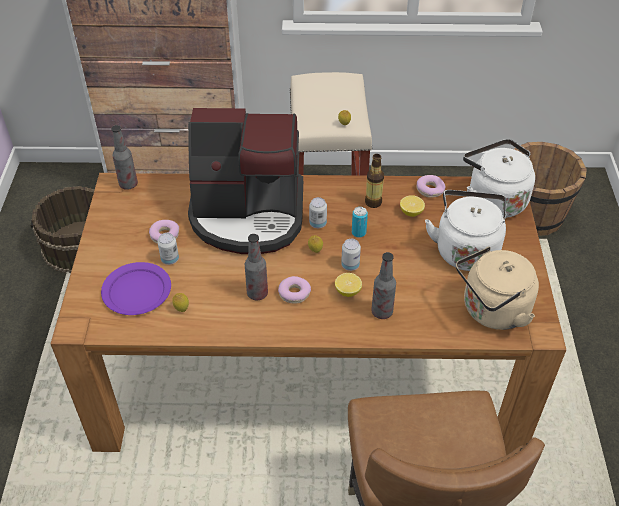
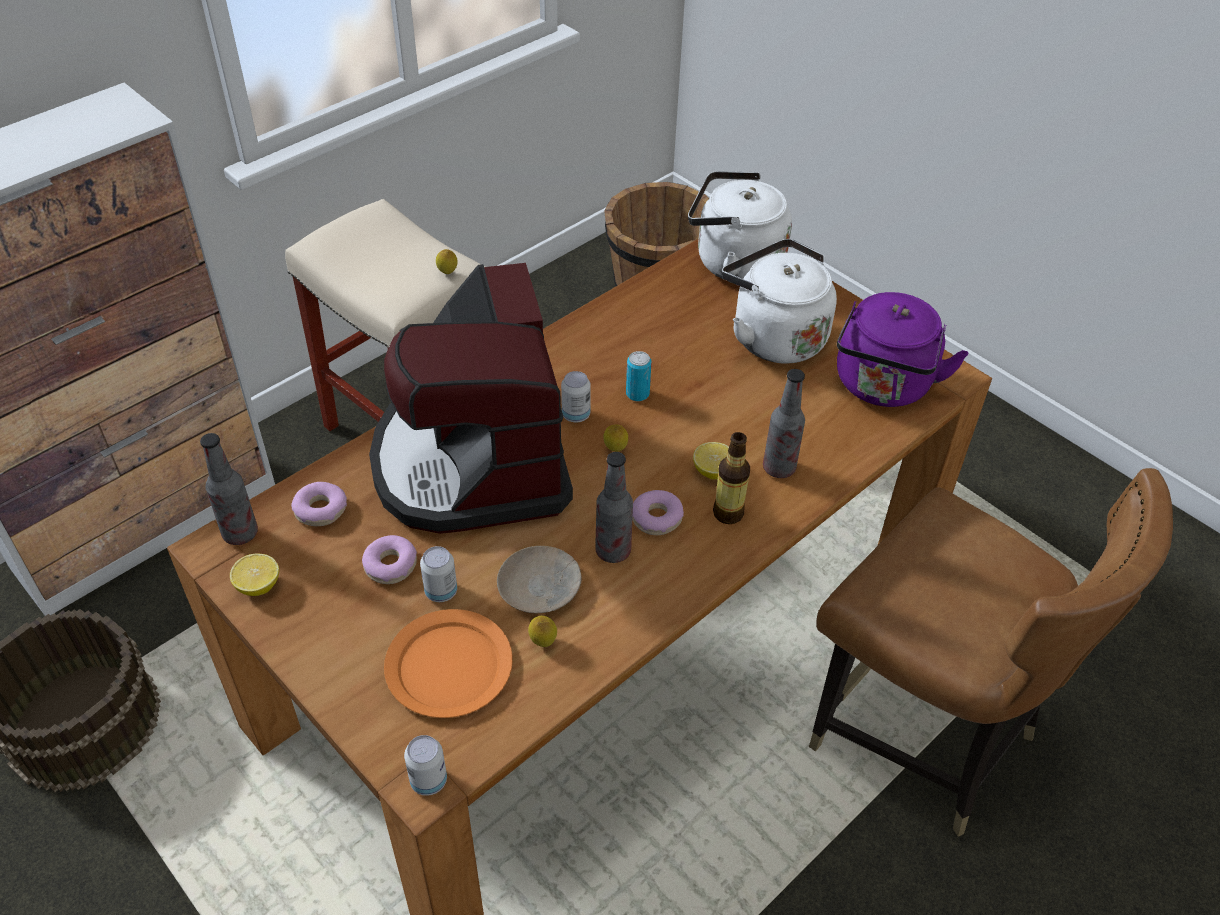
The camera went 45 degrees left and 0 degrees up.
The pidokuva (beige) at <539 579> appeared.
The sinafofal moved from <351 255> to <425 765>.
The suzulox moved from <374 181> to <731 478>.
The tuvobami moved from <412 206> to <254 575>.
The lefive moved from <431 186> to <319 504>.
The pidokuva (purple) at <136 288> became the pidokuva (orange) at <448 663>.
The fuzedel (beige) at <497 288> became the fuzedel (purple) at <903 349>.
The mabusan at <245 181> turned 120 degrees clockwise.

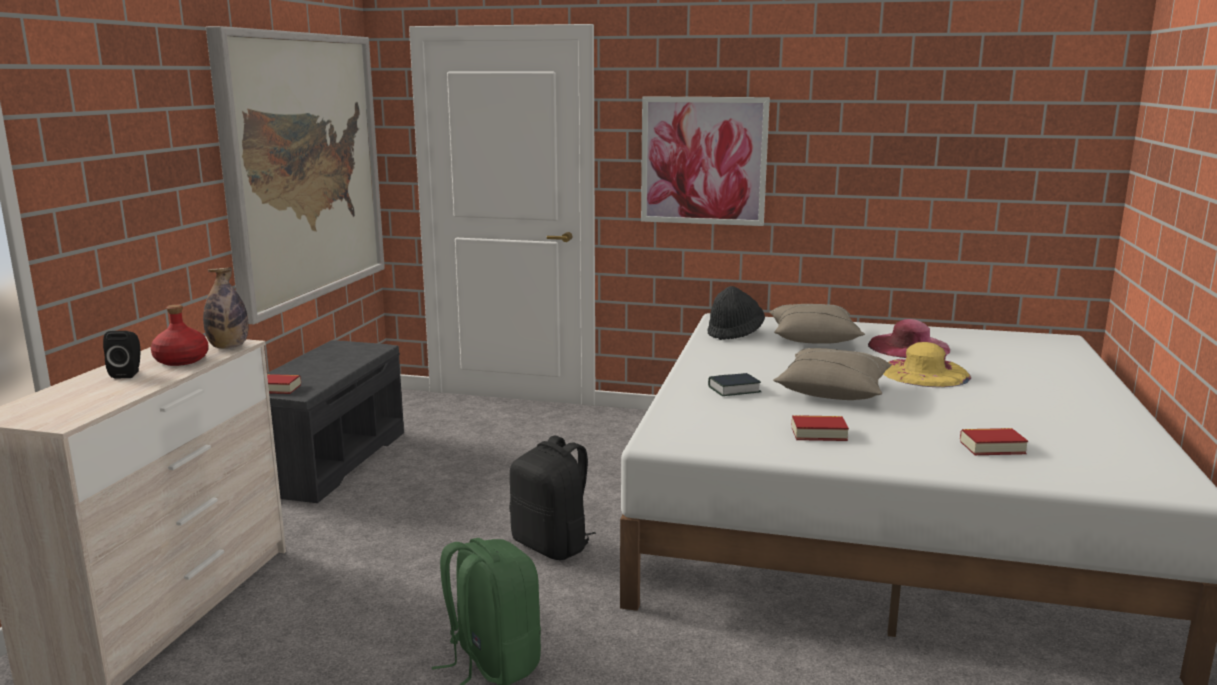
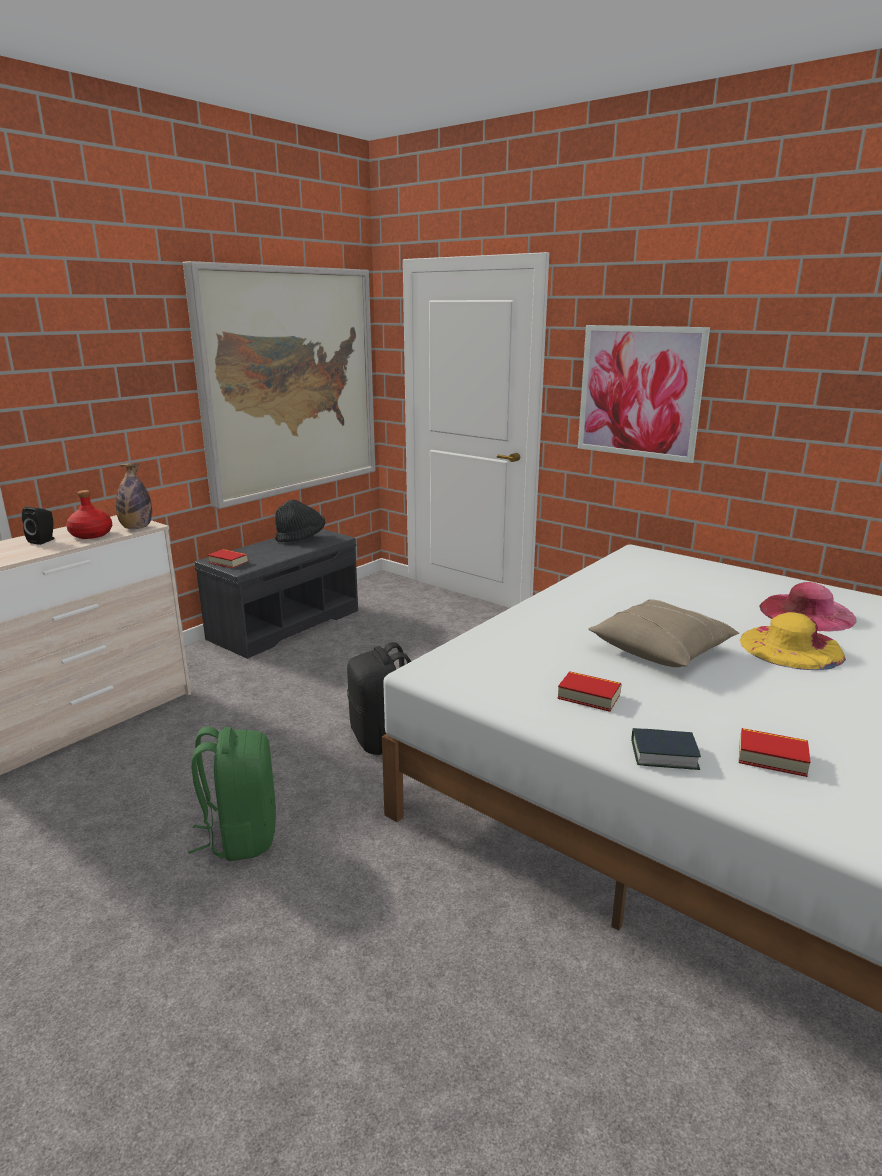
The camera went 25 degrees right and 5 degrees up.
The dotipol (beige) at <817 324> disappeared.
The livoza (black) moved from <736 313> to <300 521>.
The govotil moved from <734 384> to <666 749>.

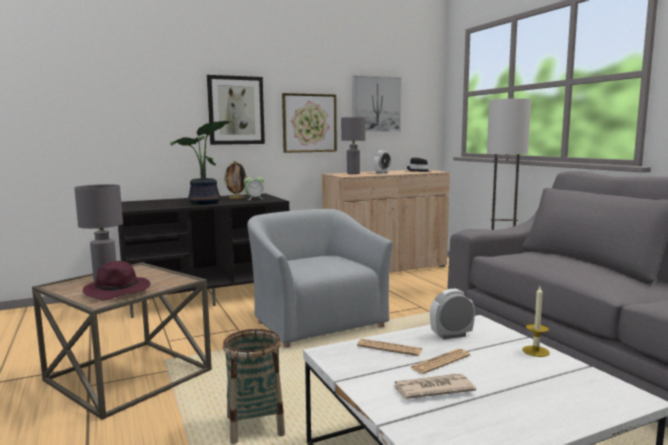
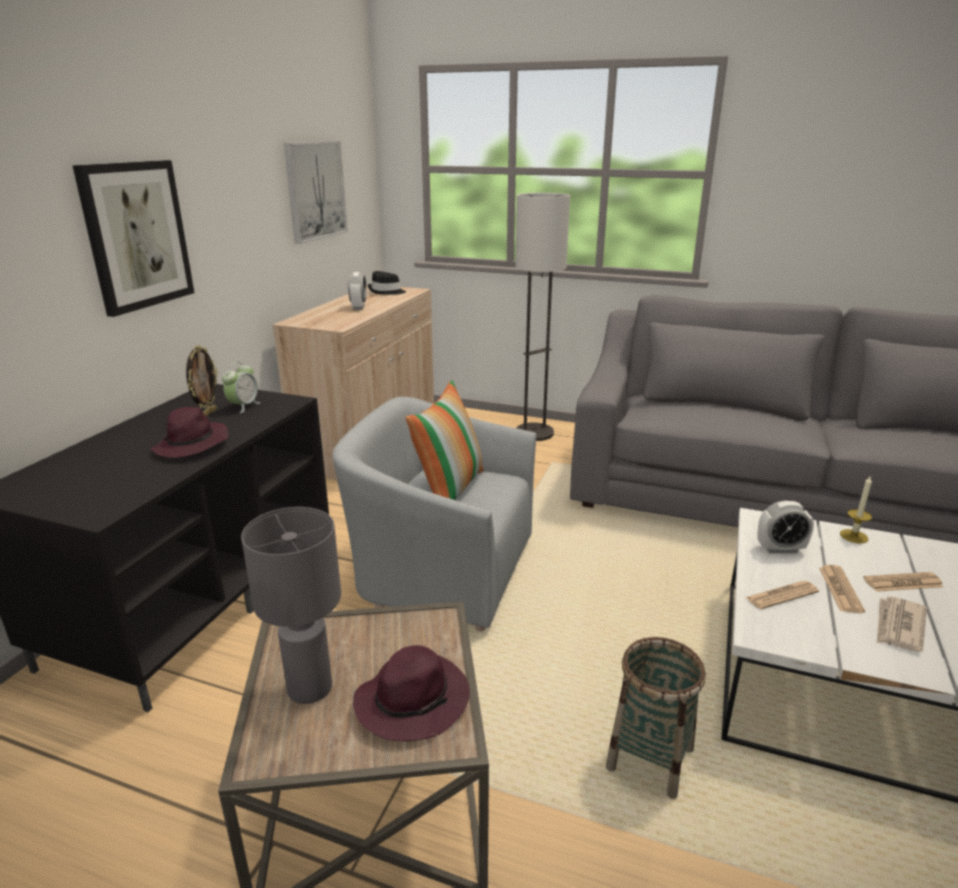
The camera went 45 degrees left and 15 degrees up.
The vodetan at <309 123> disappeared.
The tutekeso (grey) at <353 145> disappeared.
The dotipol at <444 440> appeared.
The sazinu at <903 582> appeared.
The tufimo at <200 163> was replaced by the livoza (purple) at <189 432>.
The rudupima at <452 314> turned 120 degrees counterclockwise.

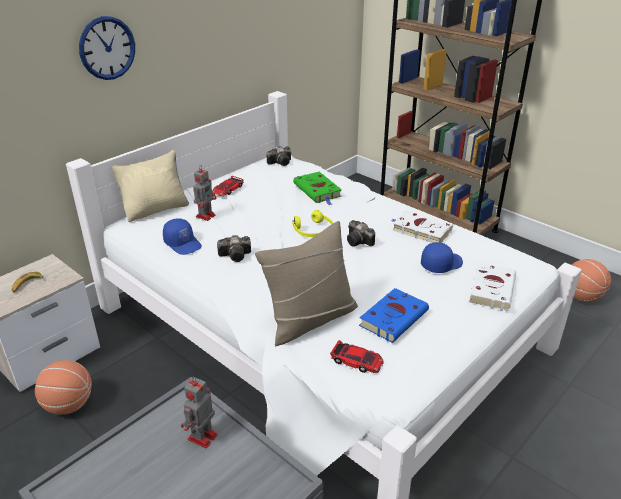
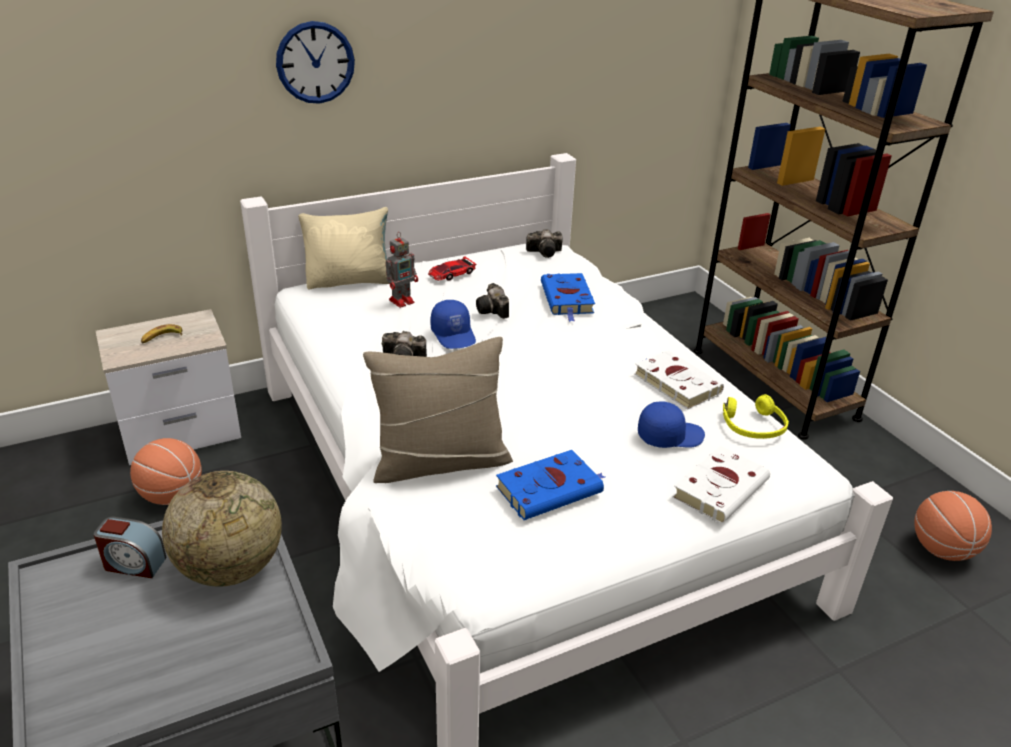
The camera went 20 degrees right and 0 degrees up.
The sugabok at <357 356> disappeared.
The rudupima at <130 547> appeared.
The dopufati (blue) moved from <182 236> to <453 324>.
The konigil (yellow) moved from <313 223> to <756 416>.
The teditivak moved from <361 233> to <492 301>.
The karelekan at <199 412> was replaced by the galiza at <222 529>.
The govotil (green) at <317 188> became the govotil (blue) at <568 297>.

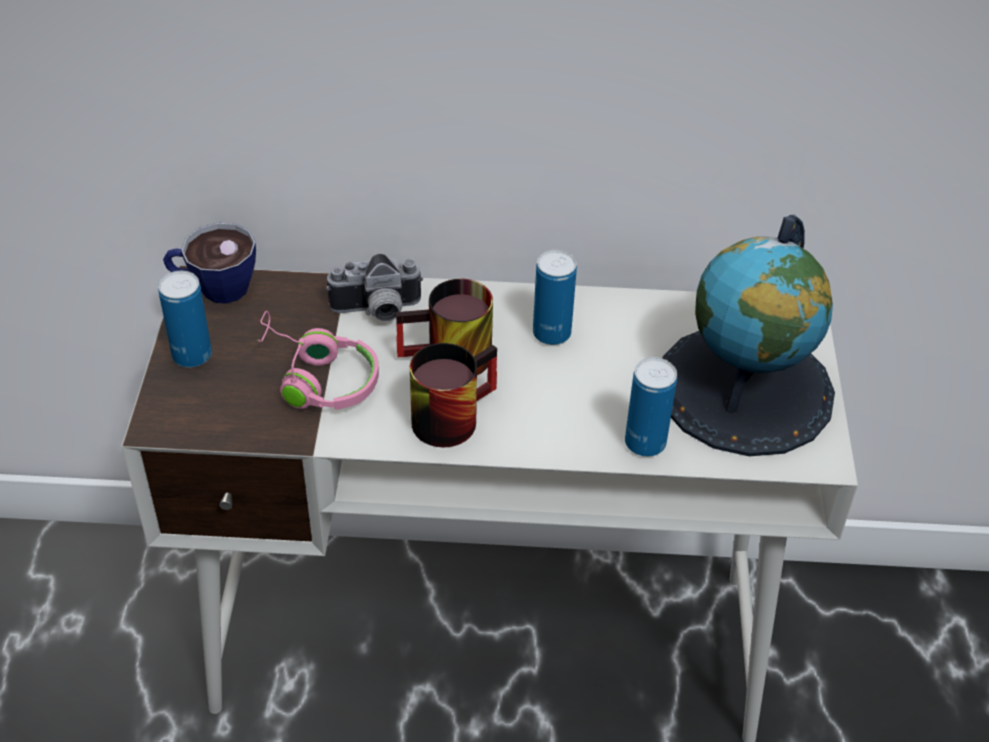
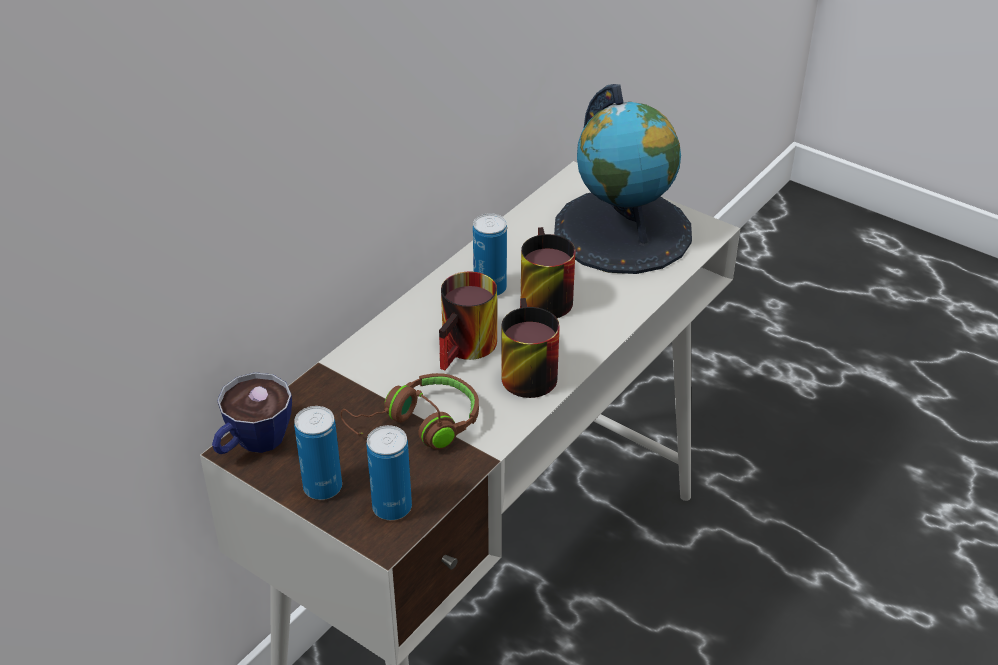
The camera went 55 degrees left and 5 degrees down.
The teditivak at <374 288> disappeared.
The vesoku at <548 272> appeared.
The sinafofal moved from <651 407> to <389 472>.
The konigil (pink) at <317 360> became the konigil (brown) at <409 411>.

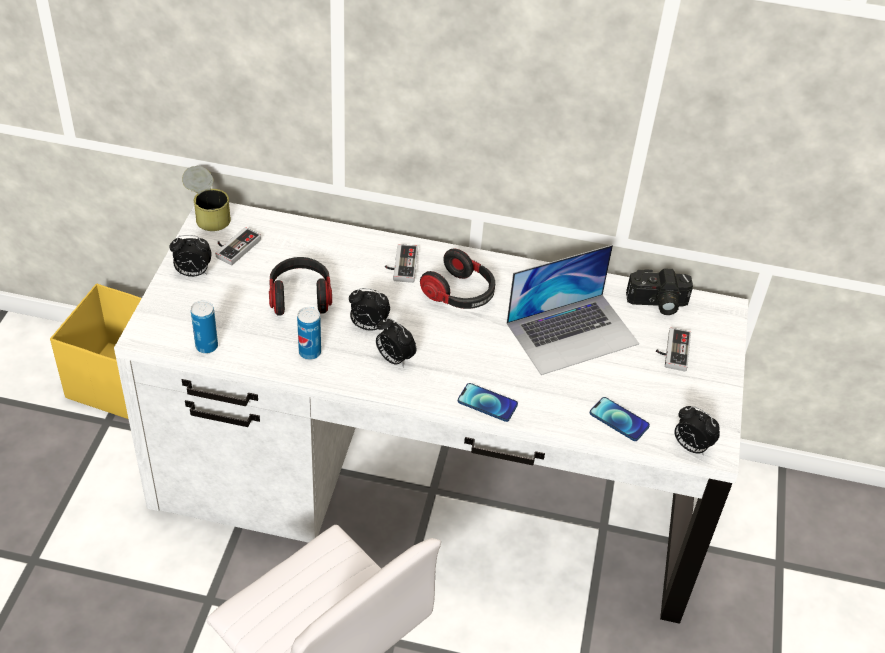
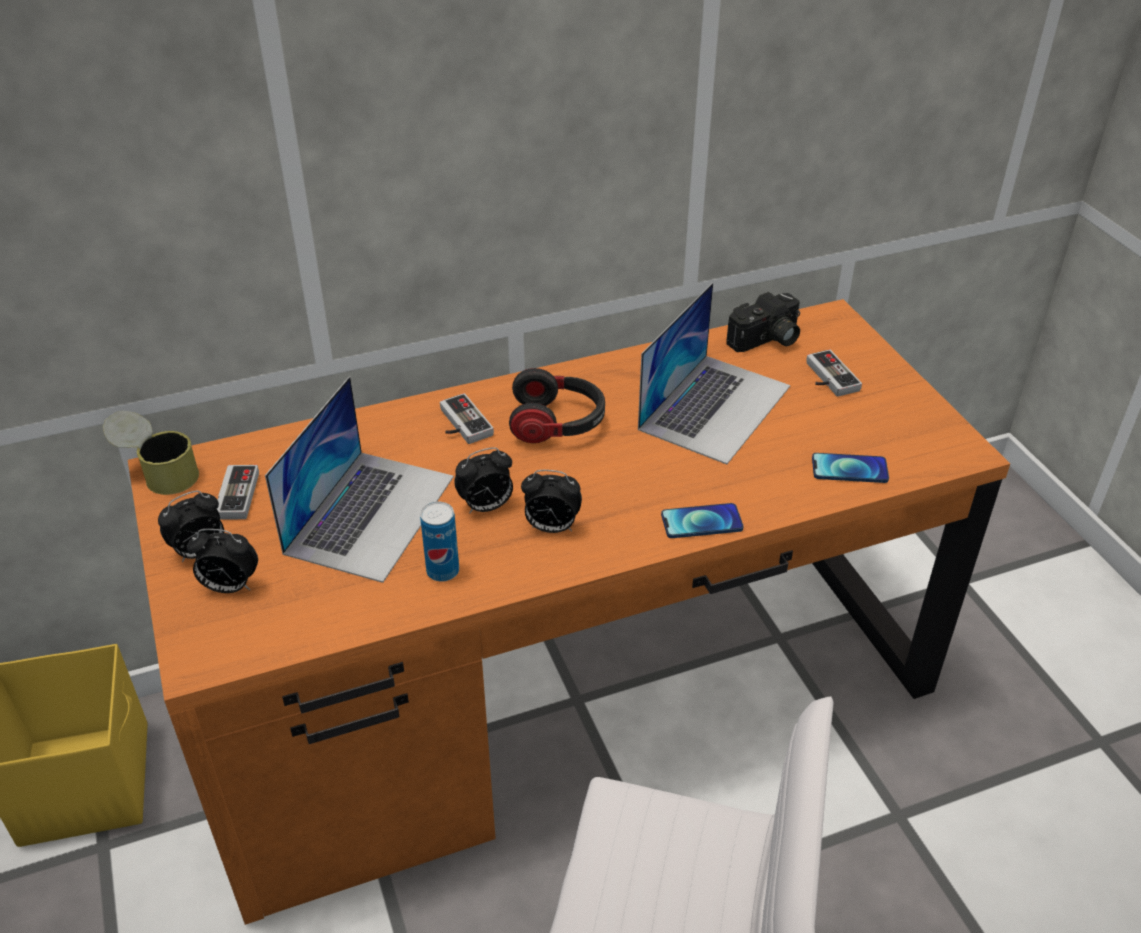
The camera went 30 degrees left and 5 degrees down.
The sinafofal at <204 327> disappeared.
The rudupima moved from <697 431> to <222 561>.
The konigil at <300 286> was replaced by the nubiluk at <359 479>.
The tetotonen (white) at <431 413> became the tetotonen (orange) at <569 612>.

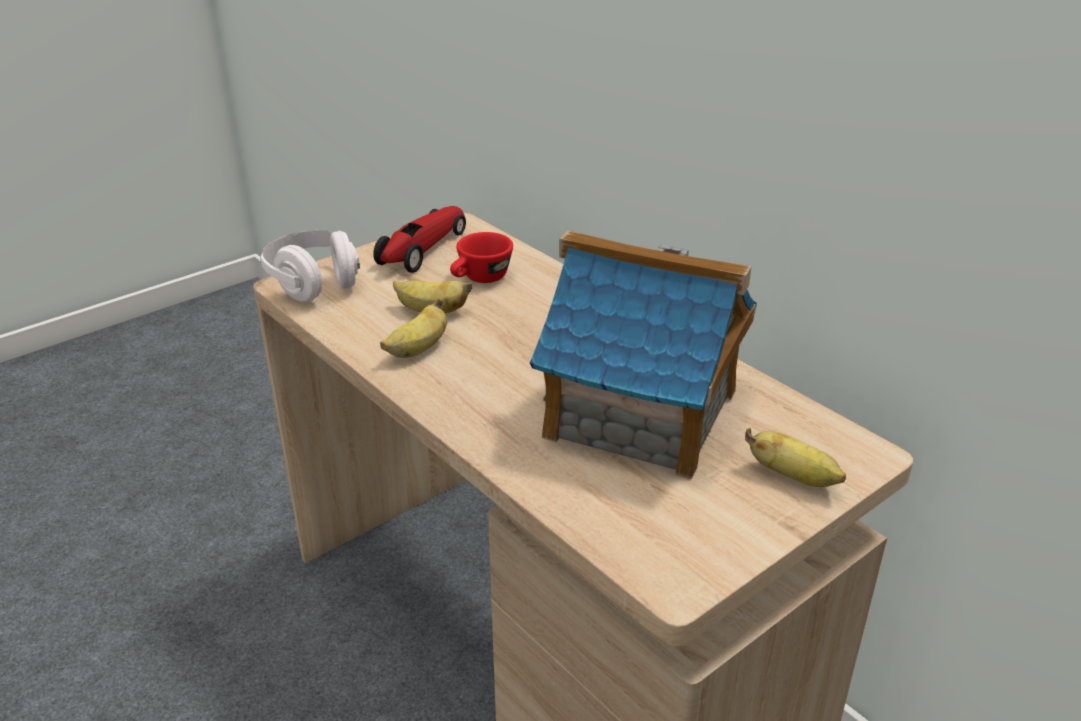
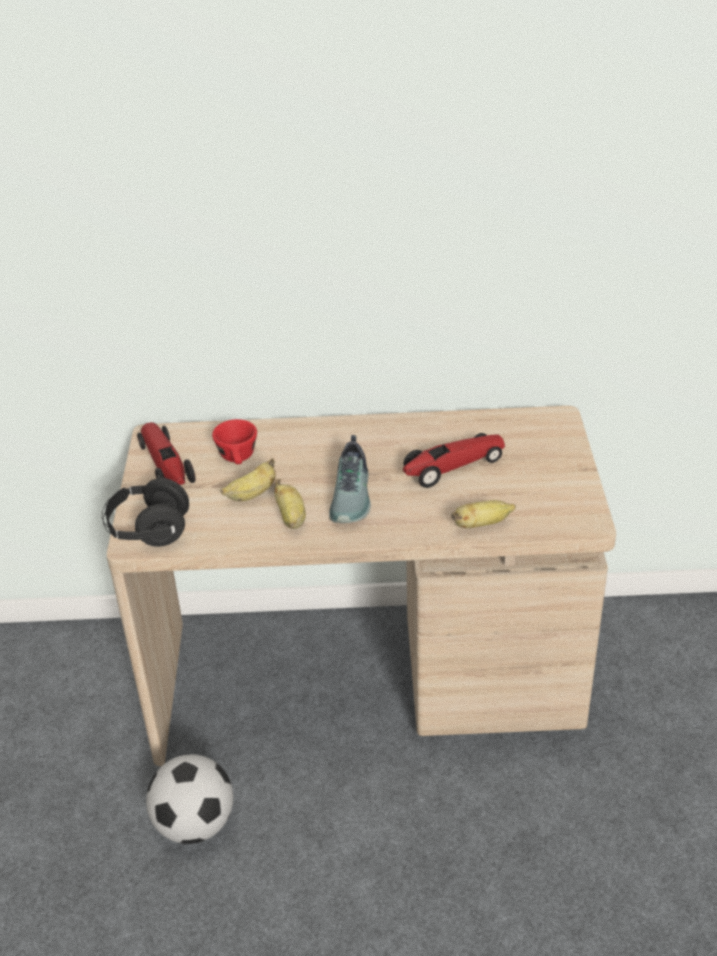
The camera went 50 degrees left and 5 degrees up.
The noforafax at <189 799> appeared.
The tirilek at <350 479> appeared.
The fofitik moved from <795 457> to <484 514>.
The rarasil at <643 355> was replaced by the sugabok at <454 460>.
The konigil (white) at <310 266> became the konigil (black) at <145 512>.

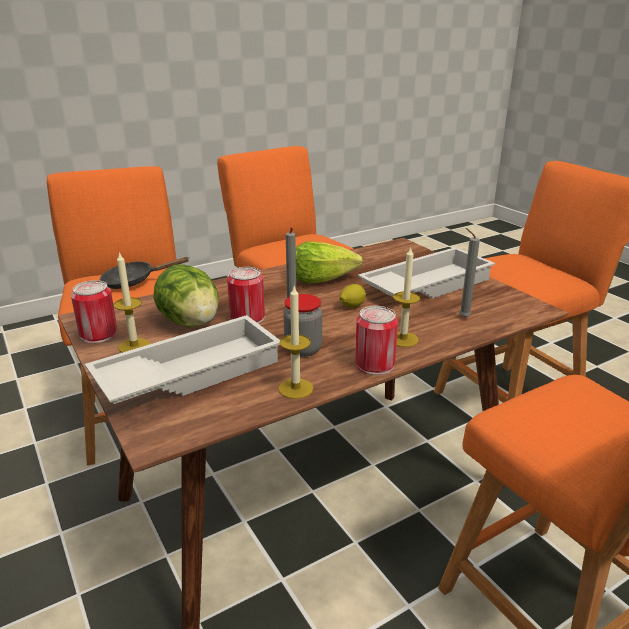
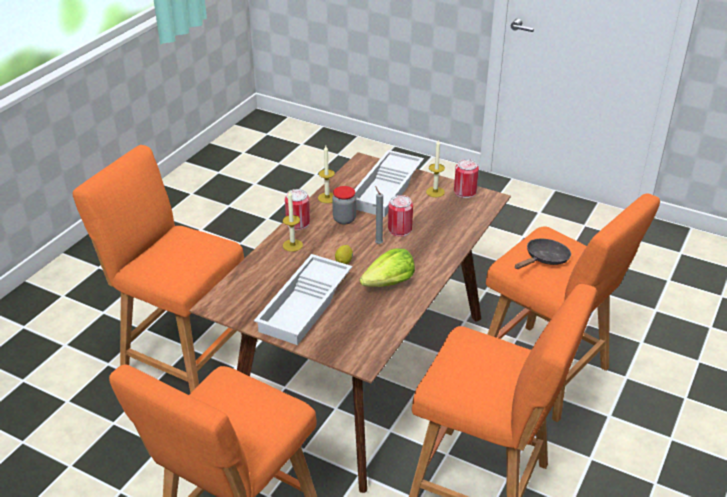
The camera went 150 degrees right and 10 degrees up.
The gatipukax at <186 295> disappeared.
The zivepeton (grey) at <469 273> disappeared.

